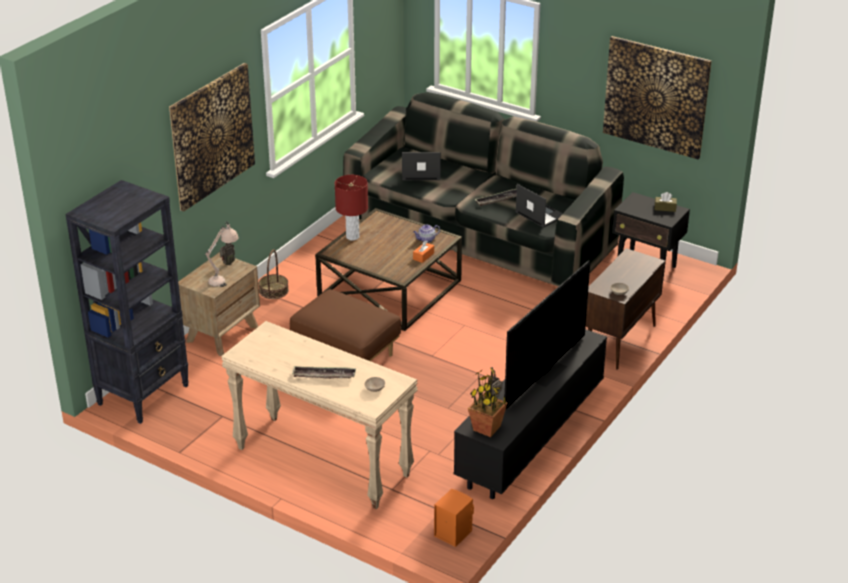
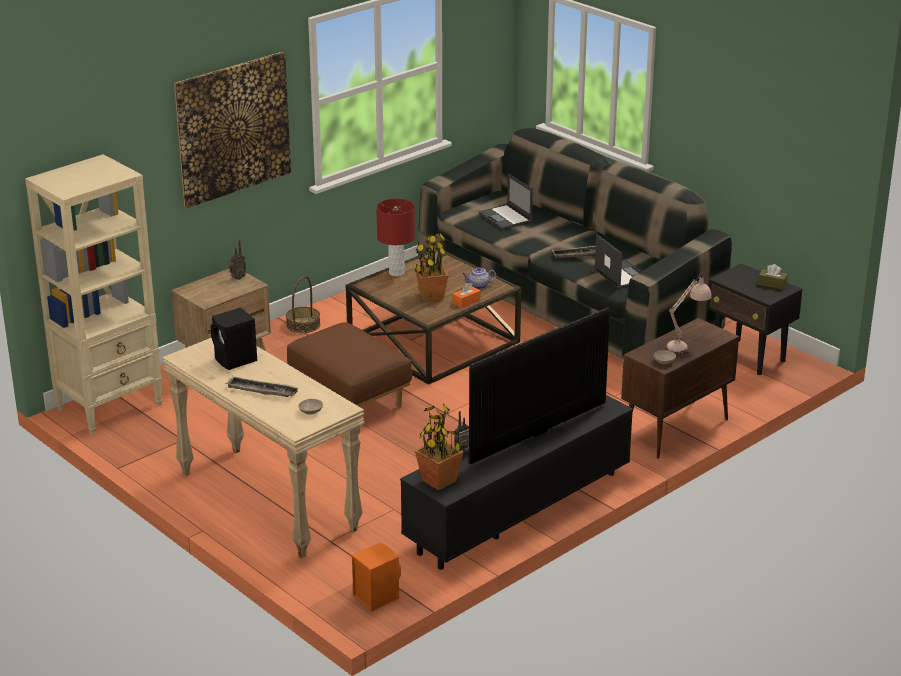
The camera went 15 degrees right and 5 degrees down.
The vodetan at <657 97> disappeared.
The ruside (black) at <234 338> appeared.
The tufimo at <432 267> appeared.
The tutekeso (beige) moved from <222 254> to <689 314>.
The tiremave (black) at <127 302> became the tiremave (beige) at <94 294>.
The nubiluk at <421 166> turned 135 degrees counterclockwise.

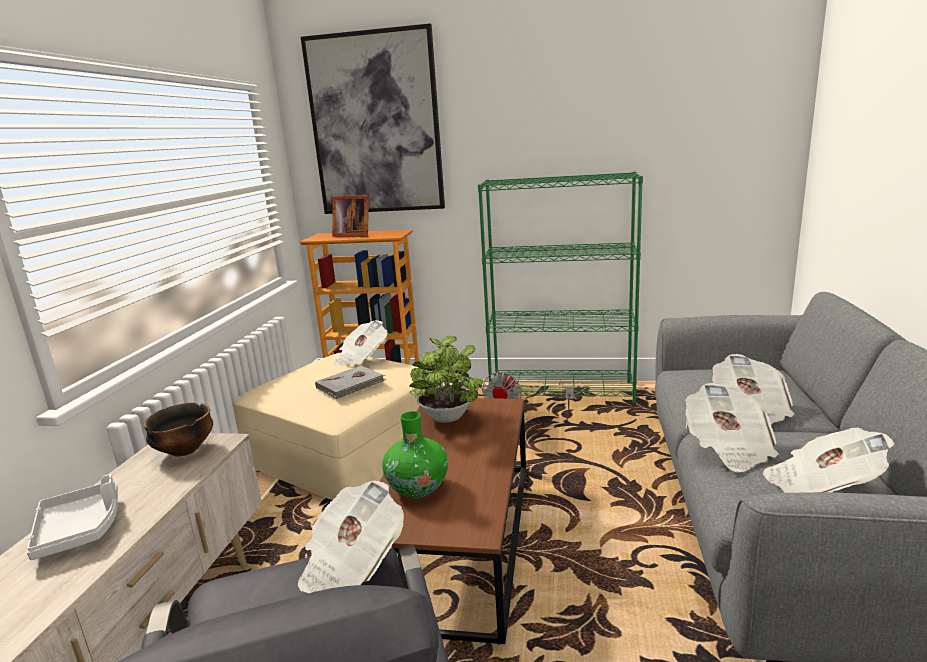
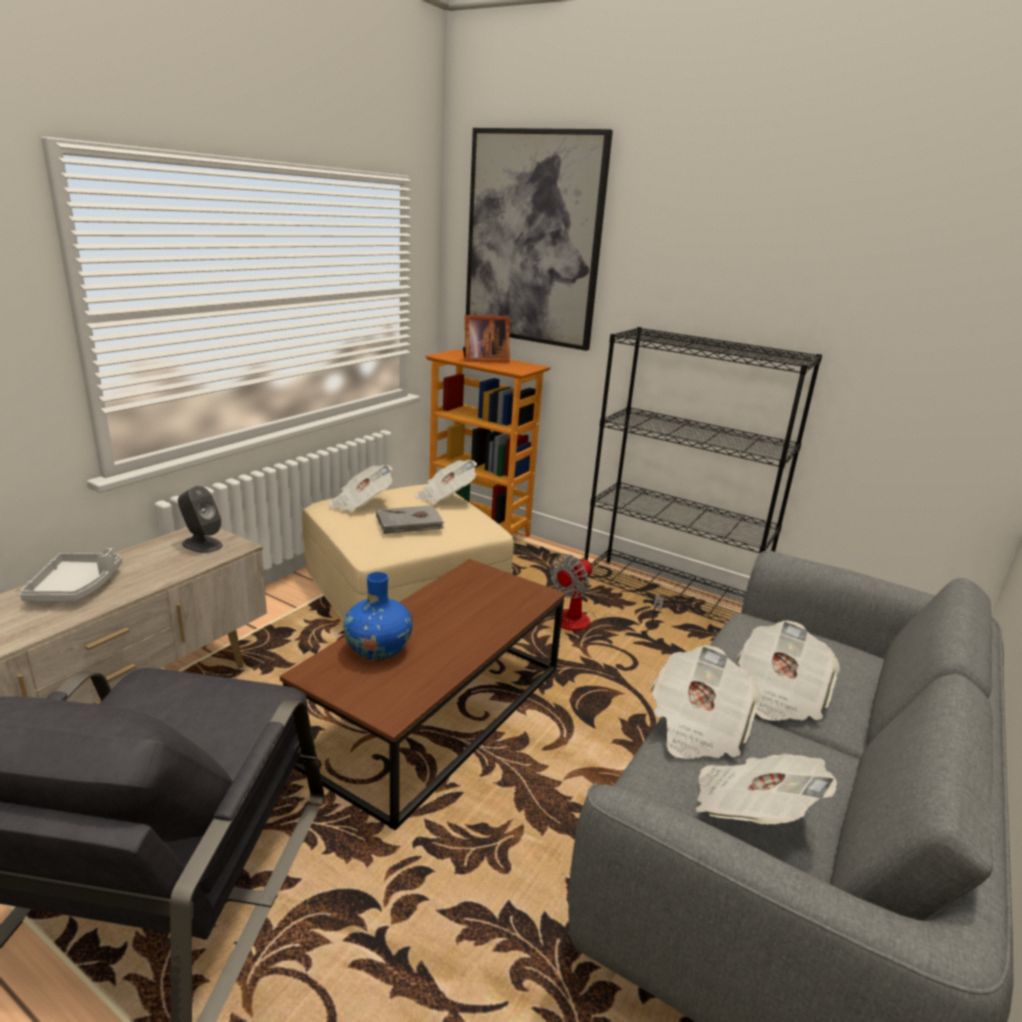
The camera went 20 degrees right and 5 degrees up.
The tufimo at <446 379> disappeared.
The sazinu moved from <350 537> to <361 488>.
The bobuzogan at <178 429> was replaced by the ruside (grey) at <200 519>.
The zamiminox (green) at <415 454> became the zamiminox (blue) at <377 616>.
The tiremave (green) at <560 287> became the tiremave (black) at <703 475>.
The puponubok at <350 216> turned 60 degrees counterclockwise.

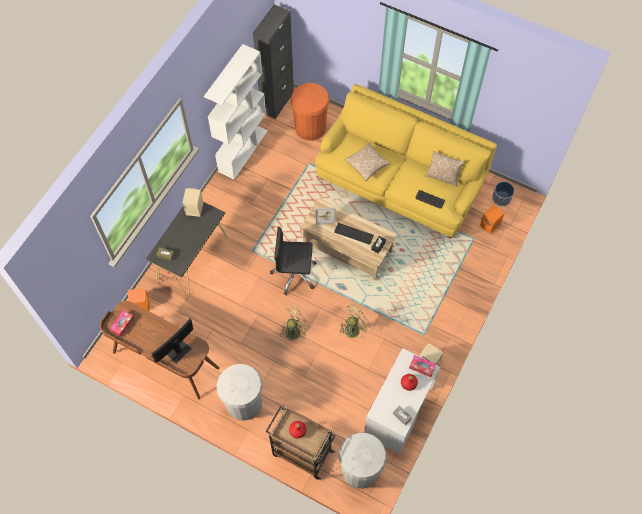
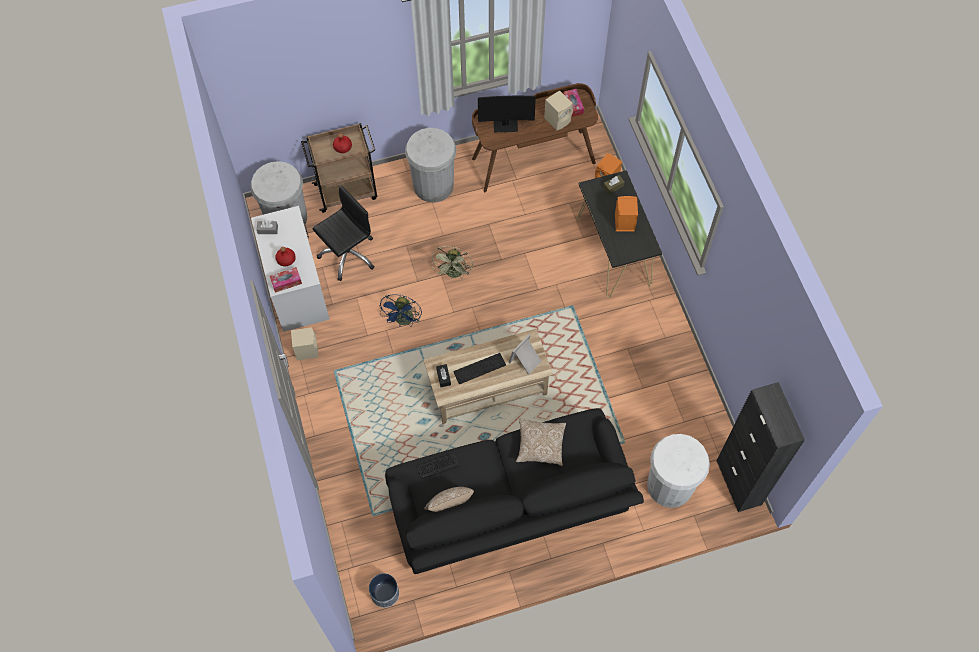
The camera went 135 degrees right and 0 degrees up.
The tiremave (white) at <236 112> disappeared.
The ruside (beige) moved from <192 202> to <558 110>.
The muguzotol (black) moved from <293 261> to <343 233>.
The ruside (orange) moved from <492 219> to <626 214>.
The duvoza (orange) at <310 112> became the duvoza (white) at <678 471>.
The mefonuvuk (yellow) at <406 161> became the mefonuvuk (black) at <514 491>.
The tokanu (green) at <355 320> became the tokanu (blue) at <400 310>.
The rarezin at <172 341> turned 90 degrees clockwise.

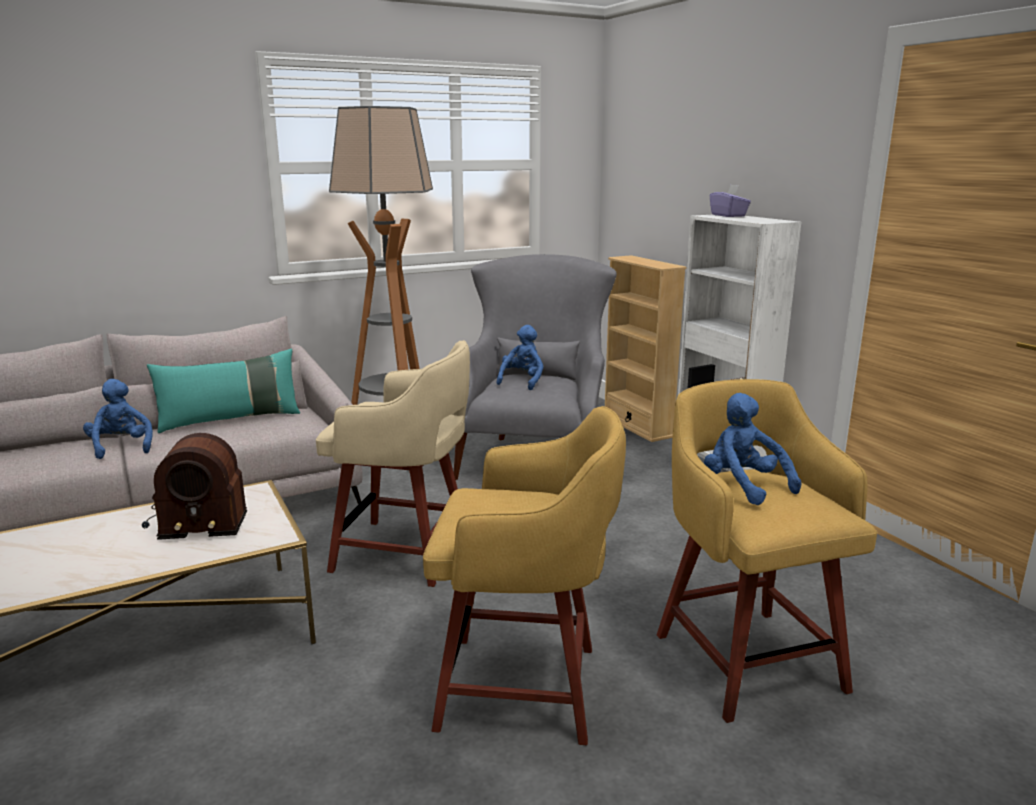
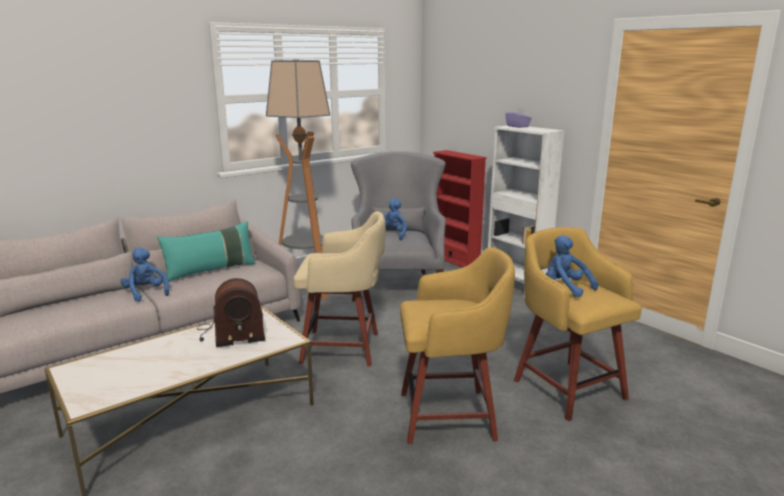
The camera went 10 degrees left and 0 degrees up.
The tiremave (beige) at <645 348> became the tiremave (red) at <460 208>.

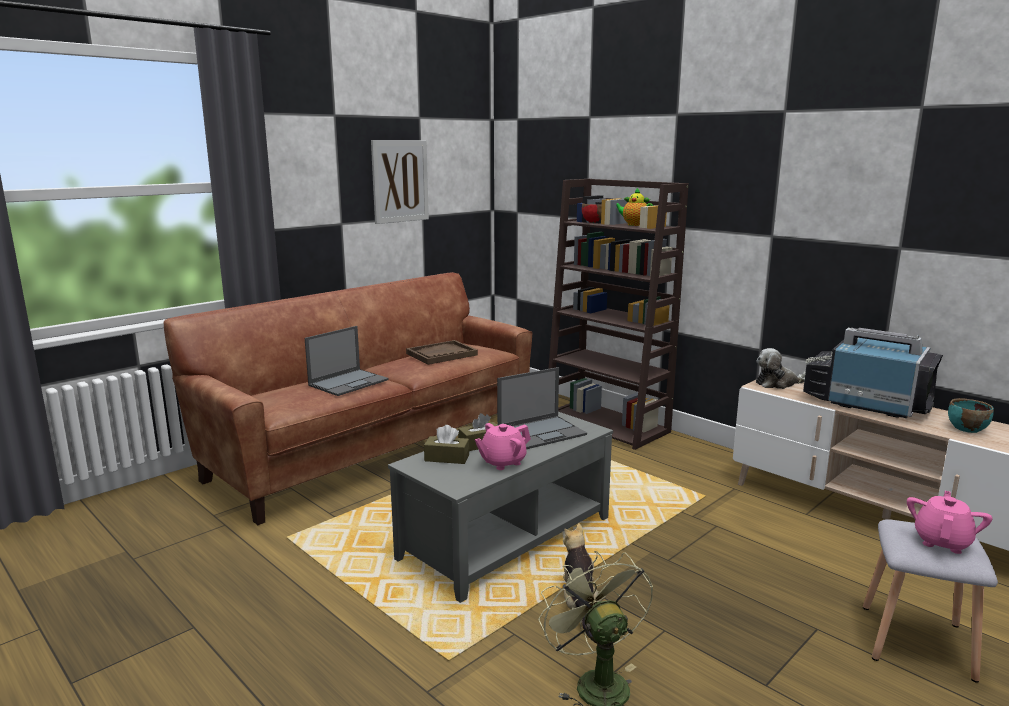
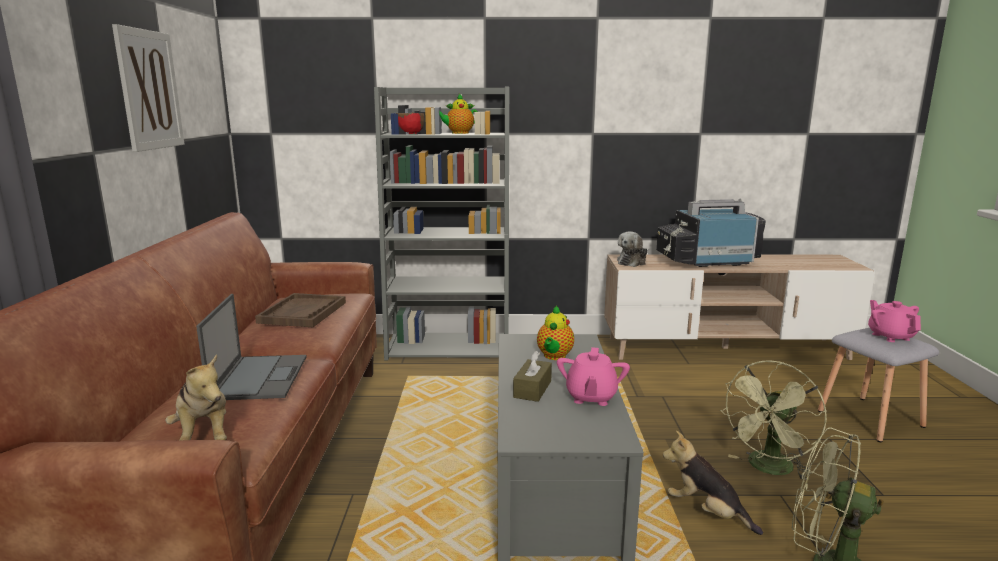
The camera went 45 degrees left and 0 degrees up.
The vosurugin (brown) at <446 444> disappeared.
The bobuzogan (turquoise) at <971 415> disappeared.
The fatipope at <196 397> appeared.
The tokanu (green) at <773 420> appeared.
The nubiluk at <542 408> was replaced by the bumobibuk at <555 333>.
The tiremave (brown) at <619 314> became the tiremave (grey) at <441 223>.

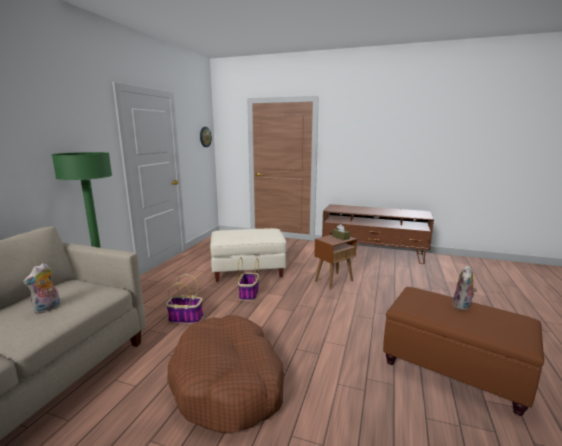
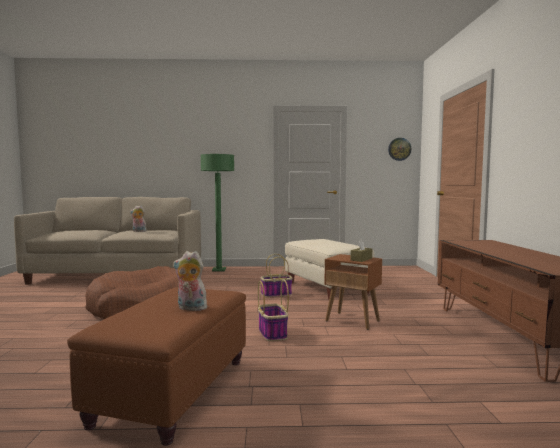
The camera went 70 degrees right and 10 degrees down.
The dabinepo moved from <184 299> to <273 310>.

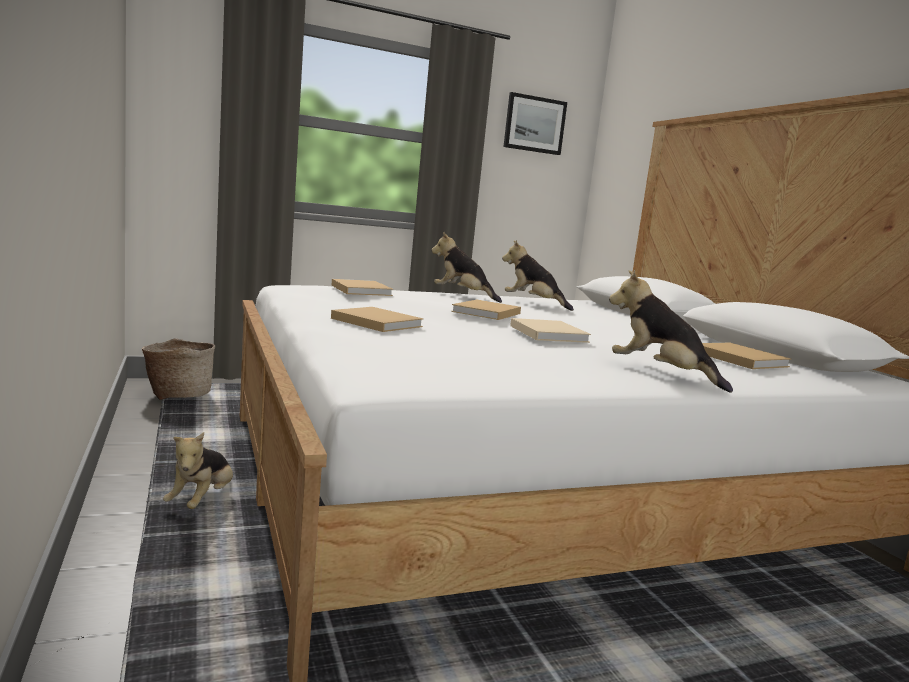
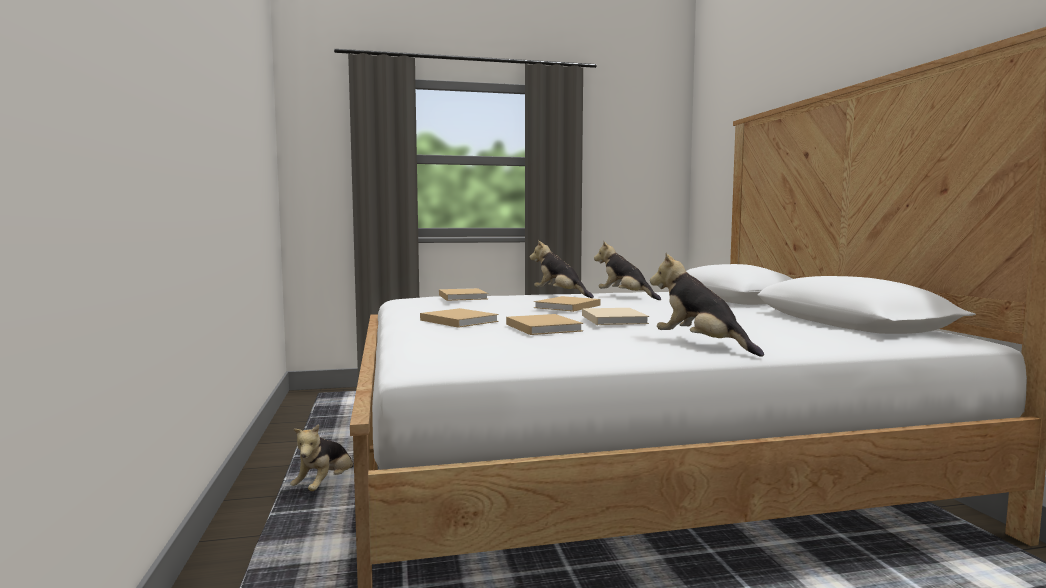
The camera went 10 degrees right and 5 degrees down.
The dabinepo at <178 369> disappeared.
The vodetan at <535 123> disappeared.
The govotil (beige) moved from <746 356> to <544 324>.

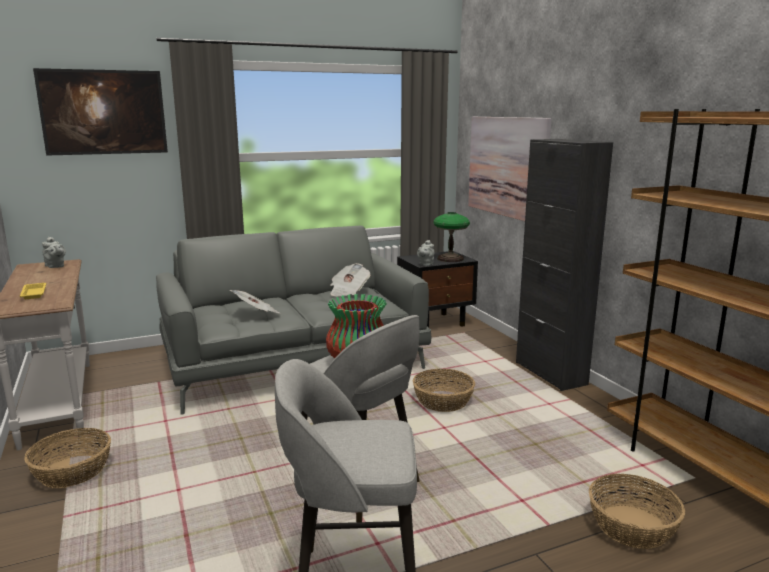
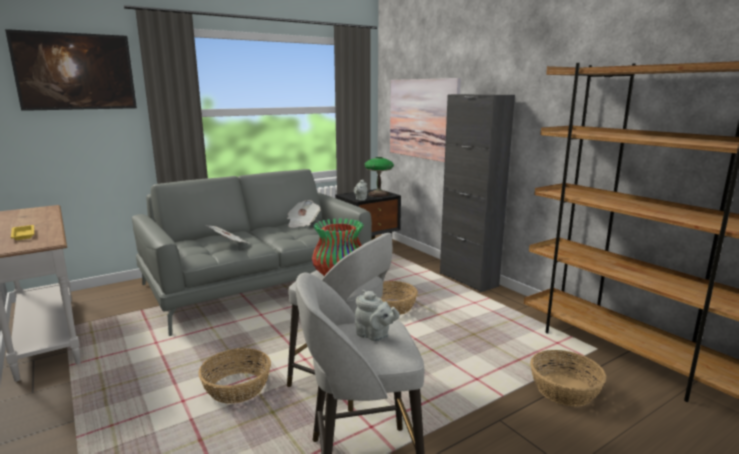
The camera went 10 degrees left and 0 degrees up.
The dabinepo moved from <67 458> to <234 376>.
The bumobibuk (grey) moved from <54 252> to <377 315>.

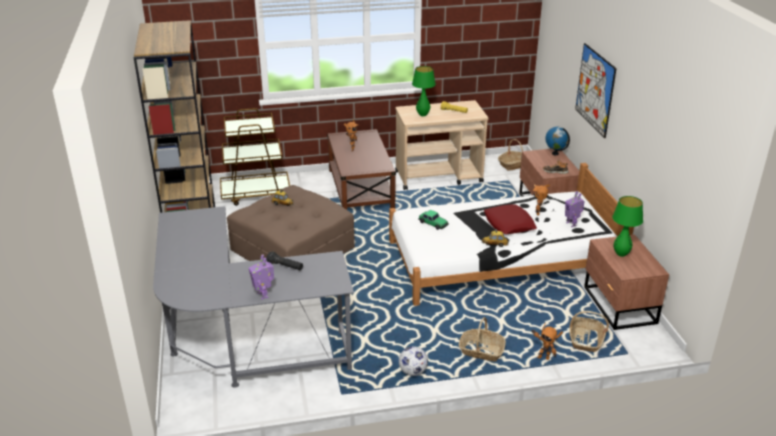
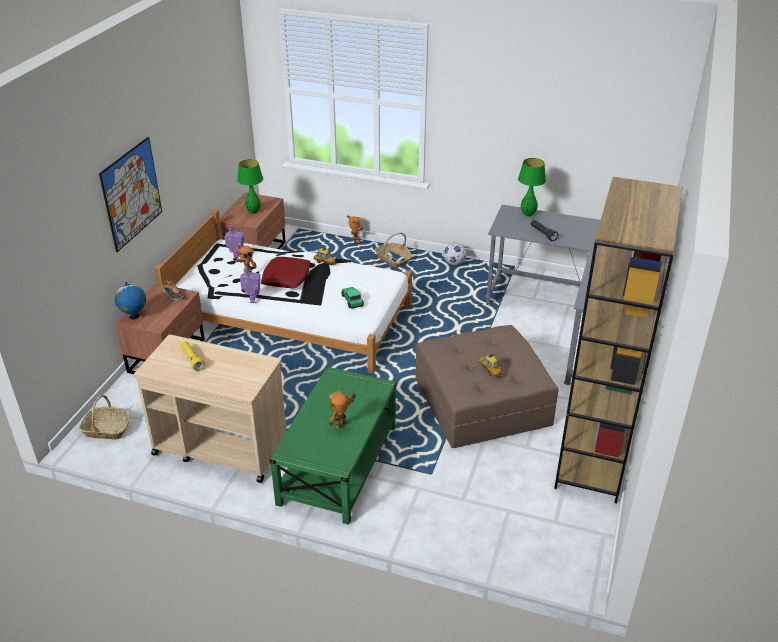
The camera went 150 degrees left and 5 degrees up.
The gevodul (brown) at <255 157> disappeared.
The dabinepo at <589 331> disappeared.
The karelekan moved from <261 277> to <250 284>.
The tutekeso (green) moved from <424 91> to <532 187>.
The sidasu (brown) at <361 169> became the sidasu (green) at <333 446>.

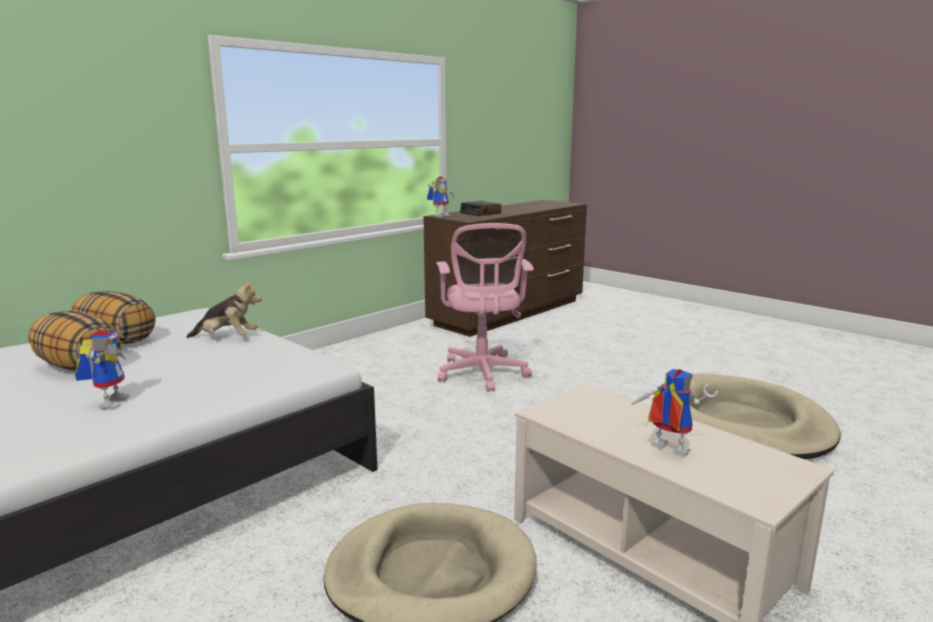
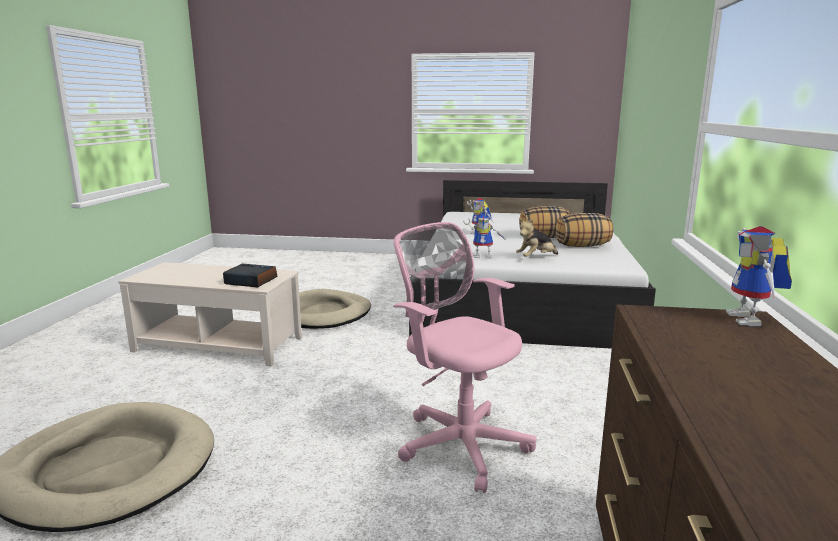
The camera went 145 degrees right and 0 degrees up.
The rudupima moved from <480 208> to <250 276>.
The karelekan moved from <674 412> to <485 237>.

